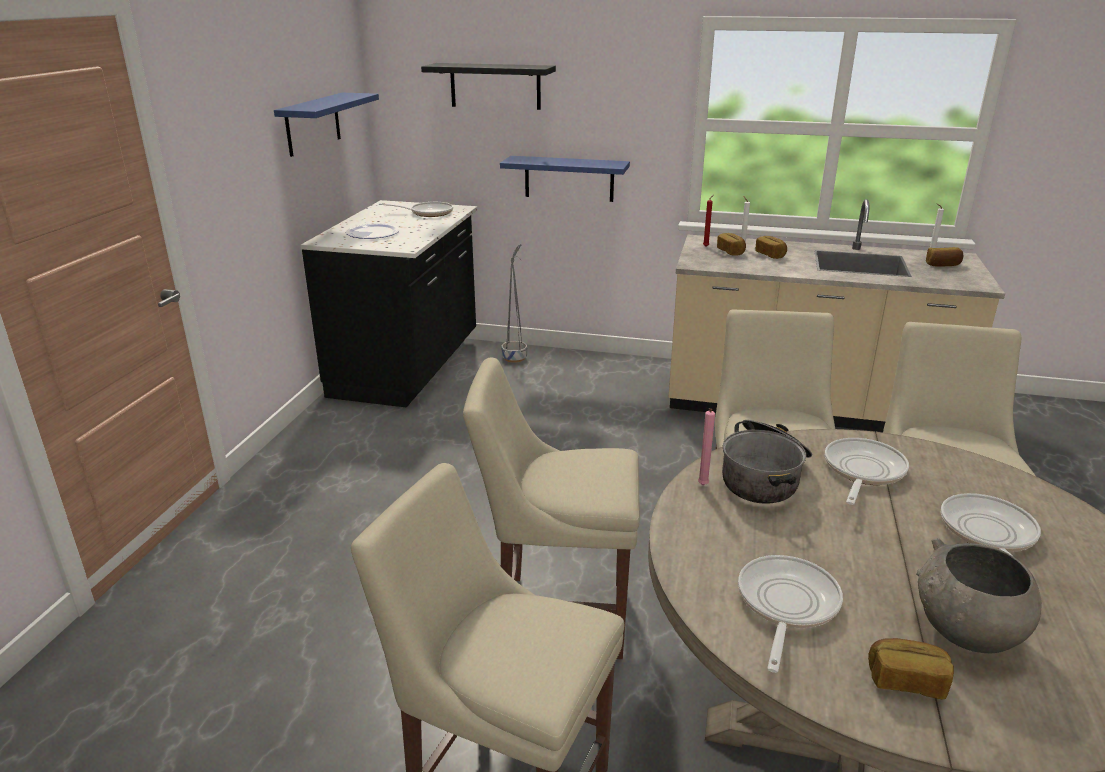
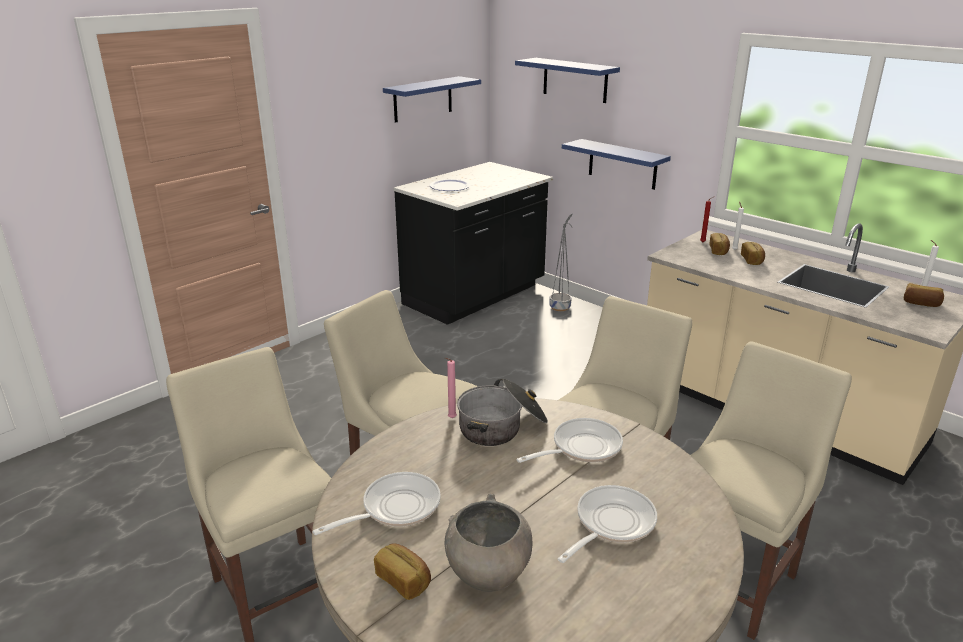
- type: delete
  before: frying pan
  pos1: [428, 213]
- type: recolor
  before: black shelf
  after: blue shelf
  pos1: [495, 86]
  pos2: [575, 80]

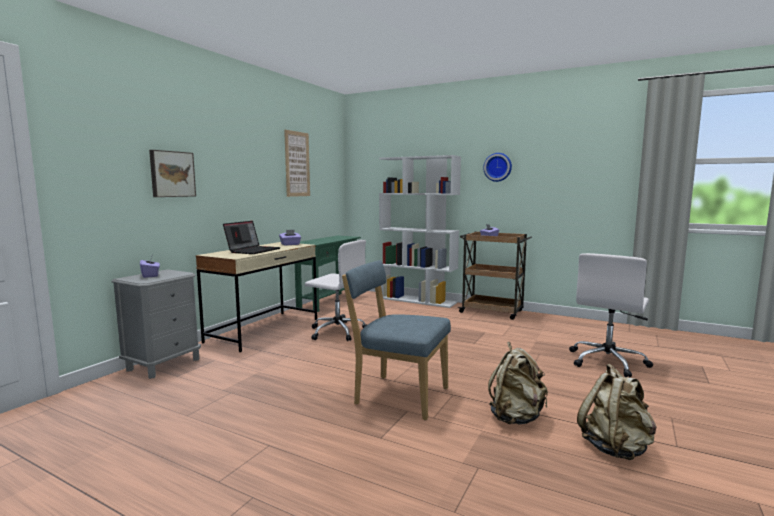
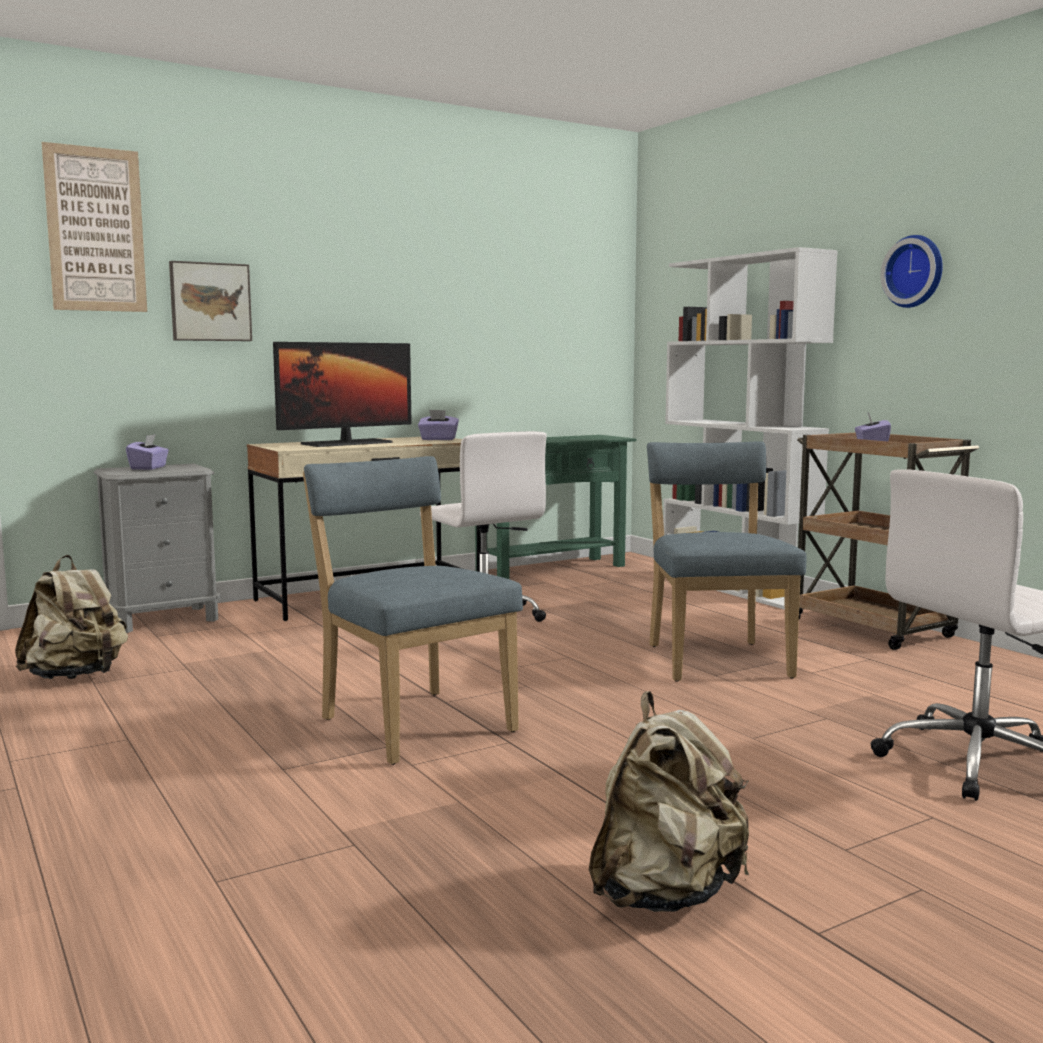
- type: insert
  after: blue chair
  pos2: [716, 659]
- type: move
  before: picture
  pos1: [297, 164]
  pos2: [96, 230]
- type: move
  before: beige backpack
  pos1: [516, 417]
  pos2: [76, 676]
- type: replace
  before: laptop
  after: monitor
  pos1: [253, 250]
  pos2: [347, 443]

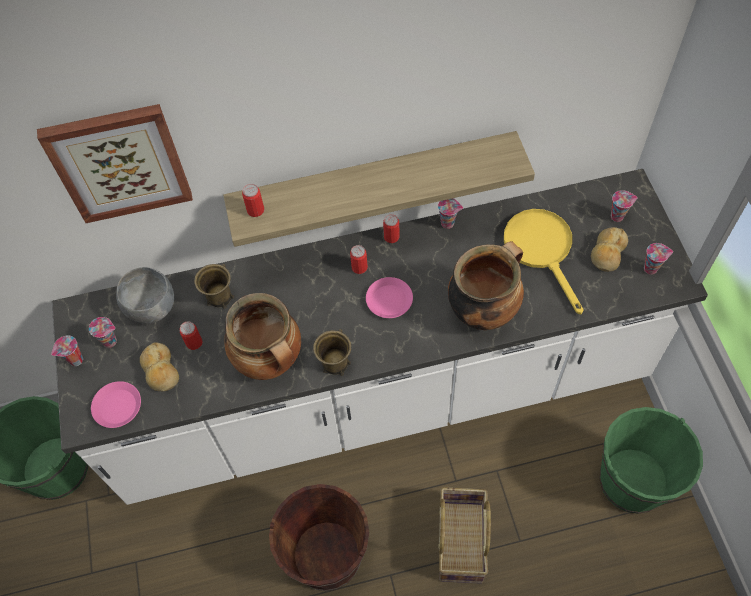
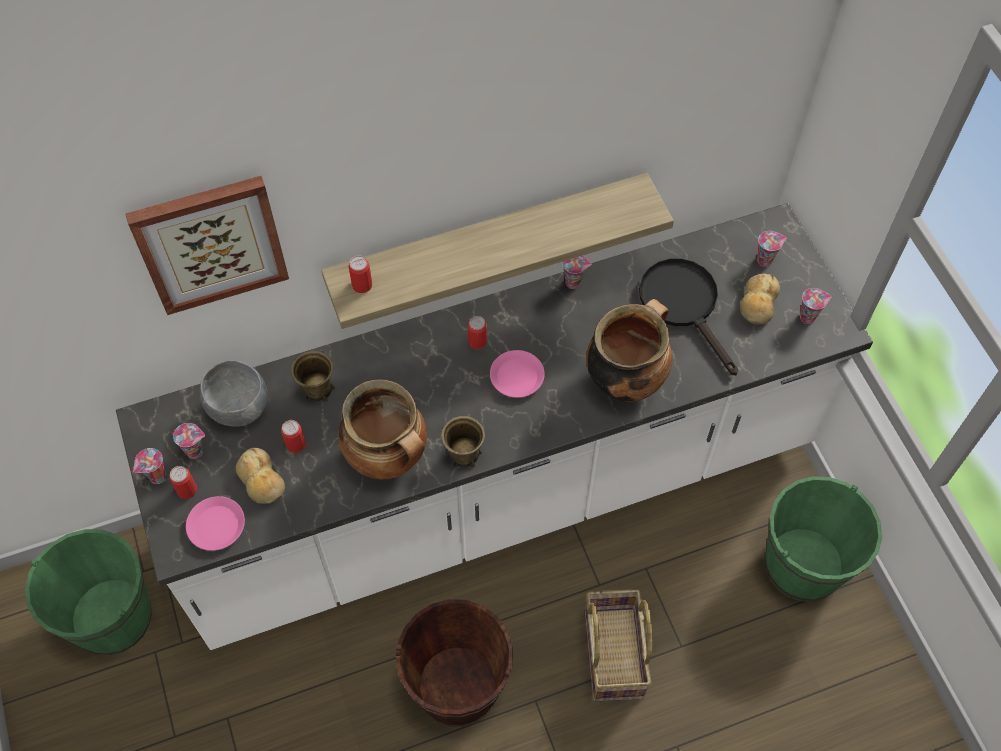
- type: move
  before: can
  pos1: [391, 237]
  pos2: [187, 490]
- type: recolor
  before: yellow frying pan
  after: black frying pan
  pos1: [542, 250]
  pos2: [684, 305]

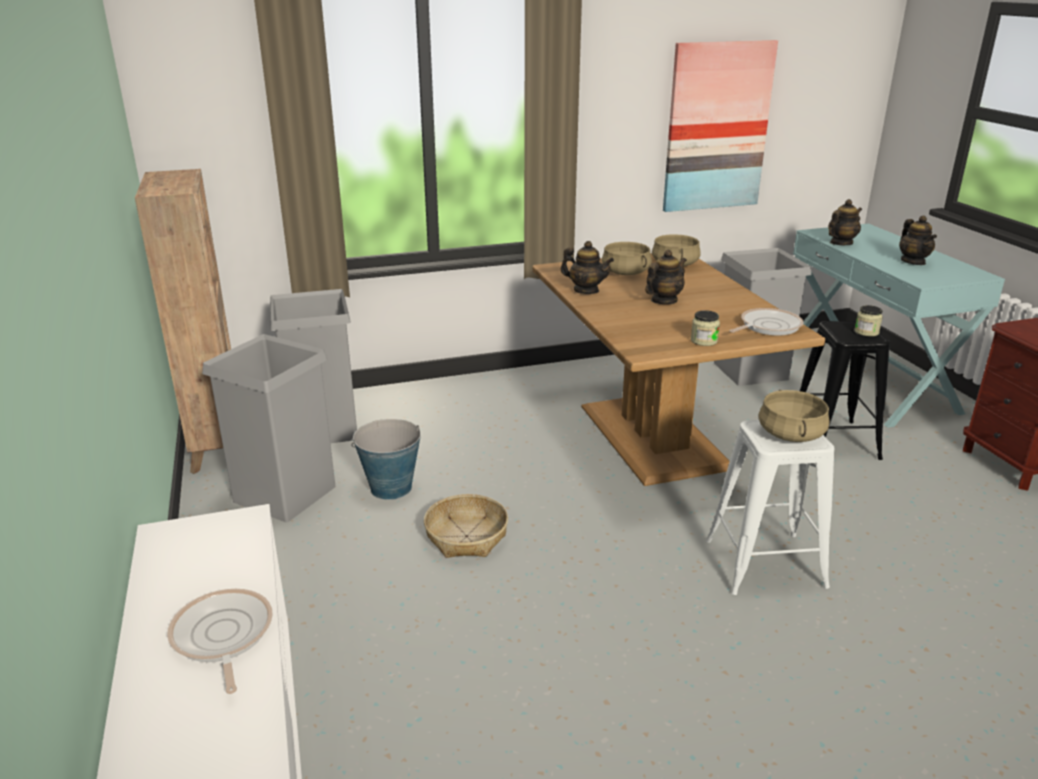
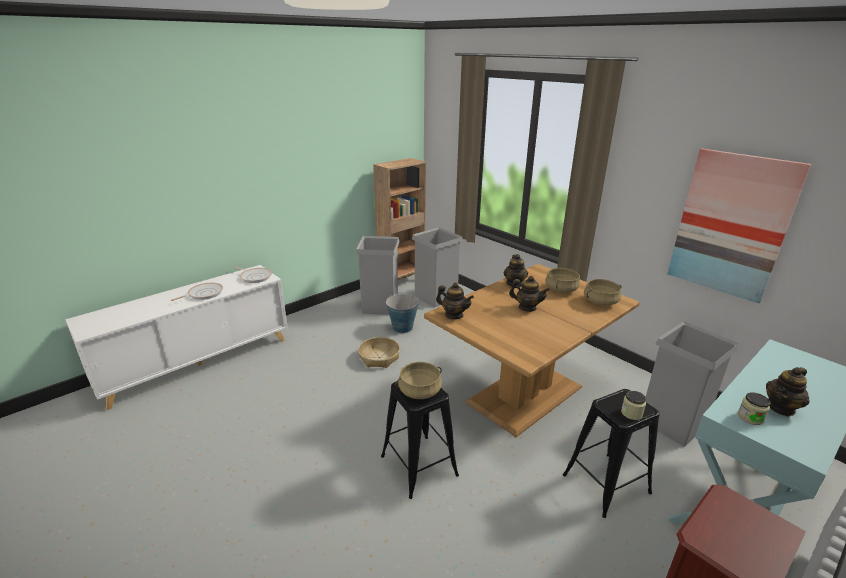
- type: move
  before: jar
  pos1: [704, 341]
  pos2: [750, 417]
- type: move
  before: frying pan
  pos1: [767, 327]
  pos2: [255, 277]
- type: move
  before: teapot
  pos1: [840, 243]
  pos2: [454, 315]
- type: recolor
  before: white stool
  after: black stool
  pos1: [765, 563]
  pos2: [419, 465]

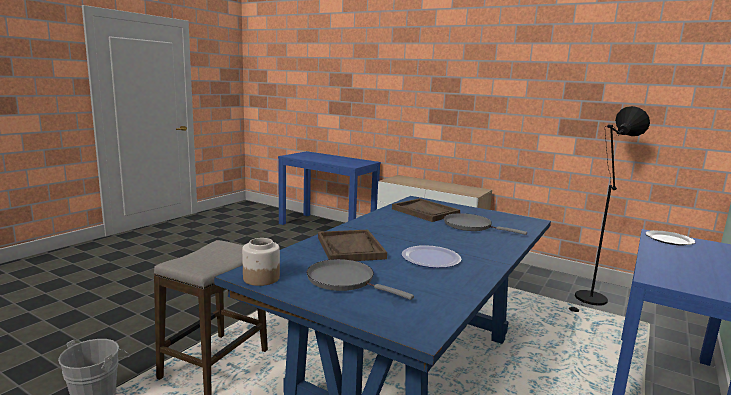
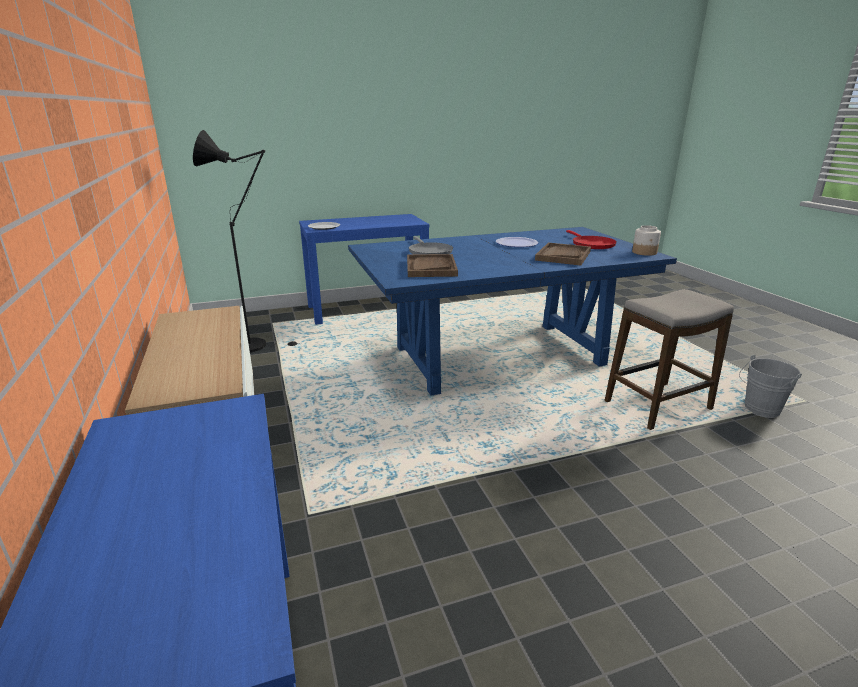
- type: recolor
  before: grey frying pan
  after: red frying pan
  pos1: [344, 280]
  pos2: [591, 244]

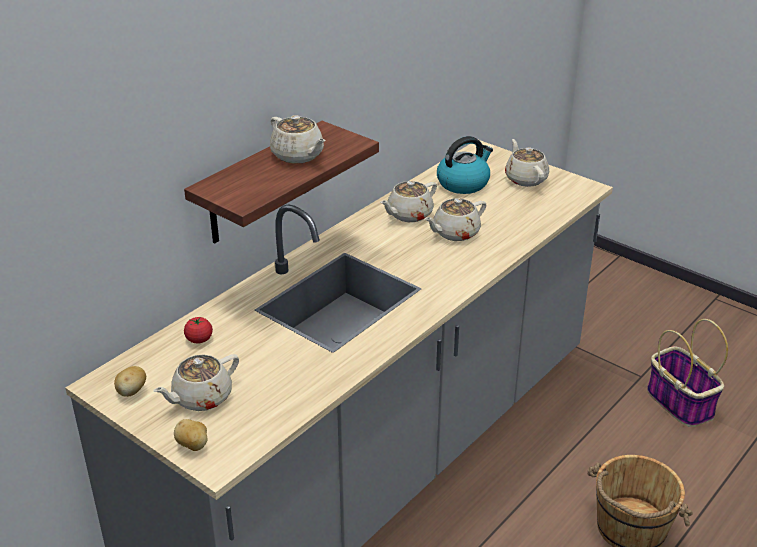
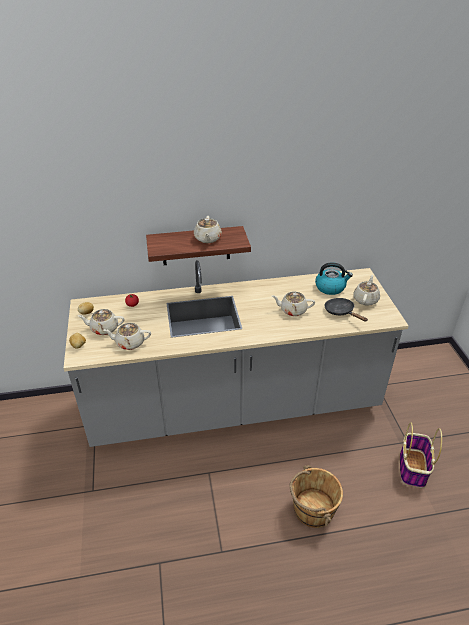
- type: insert
  after: black frying pan
  pos2: [341, 312]
- type: move
  before: beige teapot
  pos1: [408, 214]
  pos2: [129, 343]

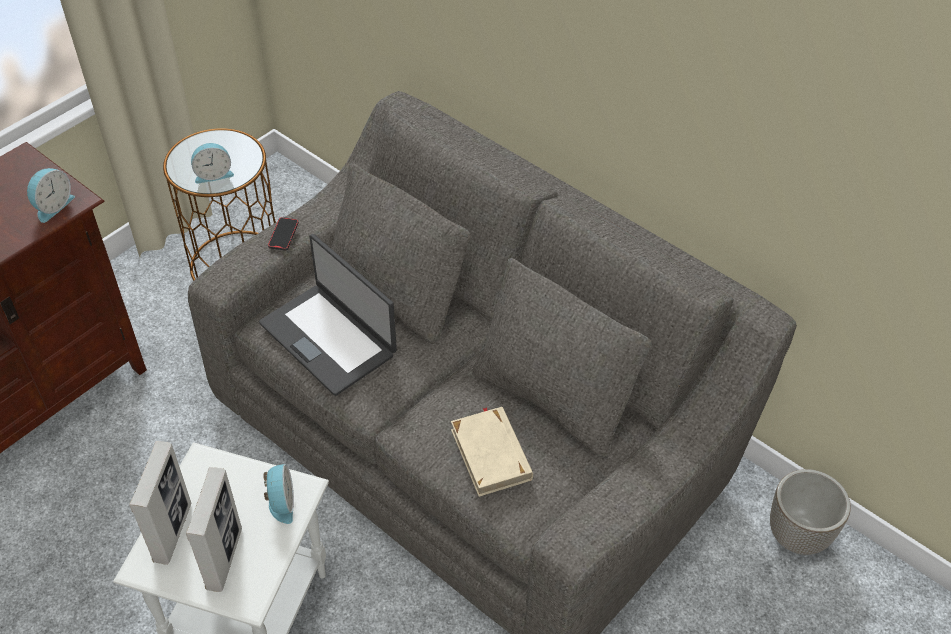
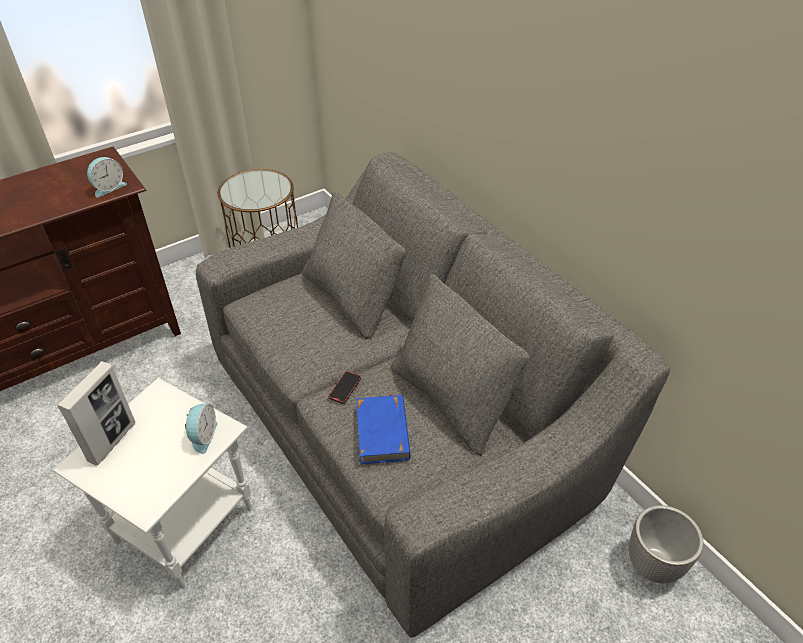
- type: delete
  before: picture frame
  pos1: [224, 558]
- type: delete
  before: alarm clock
  pos1: [213, 174]
- type: delete
  before: laptop
  pos1: [329, 338]
- type: move
  before: phone
  pos1: [283, 235]
  pos2: [345, 388]
- type: recolor
  before: beige book
  after: blue book
  pos1: [491, 454]
  pos2: [383, 432]

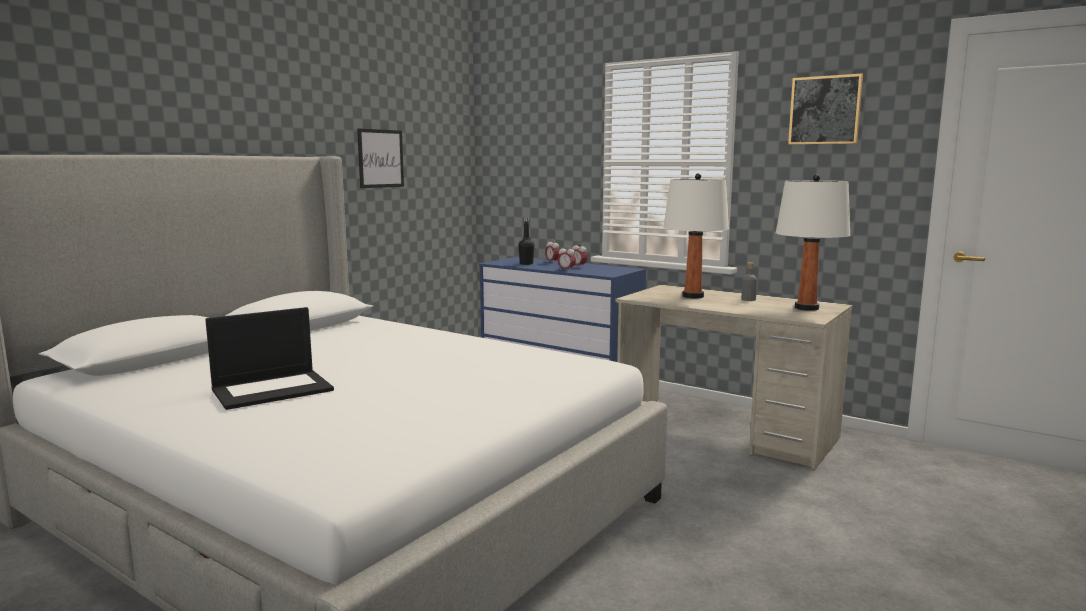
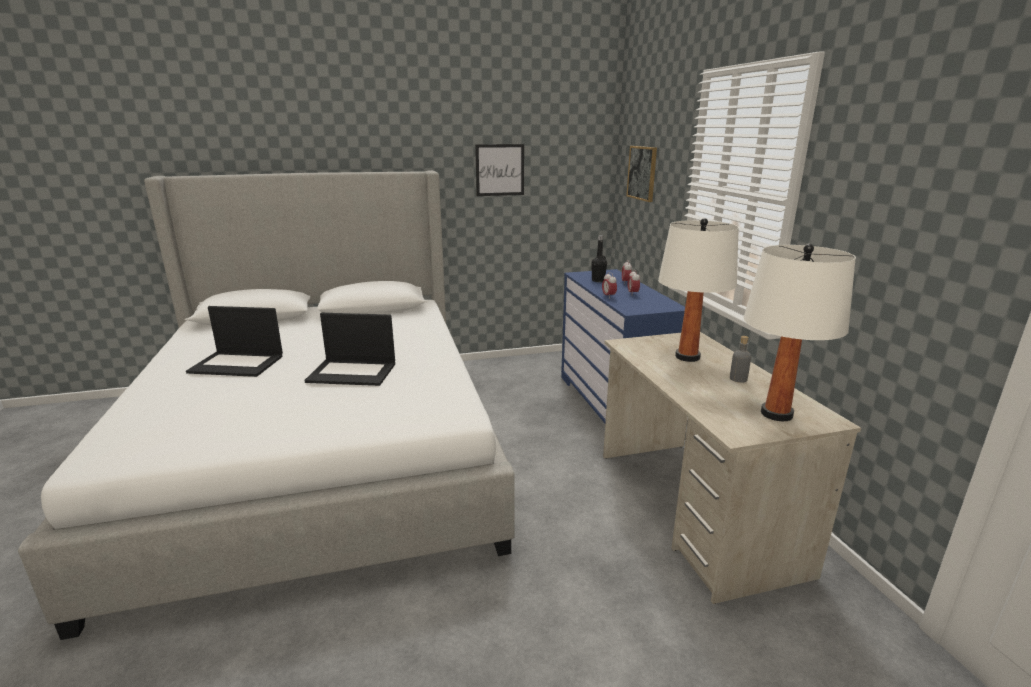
- type: insert
  after: laptop
  pos2: [353, 372]
- type: move
  before: picture
  pos1: [825, 110]
  pos2: [642, 173]

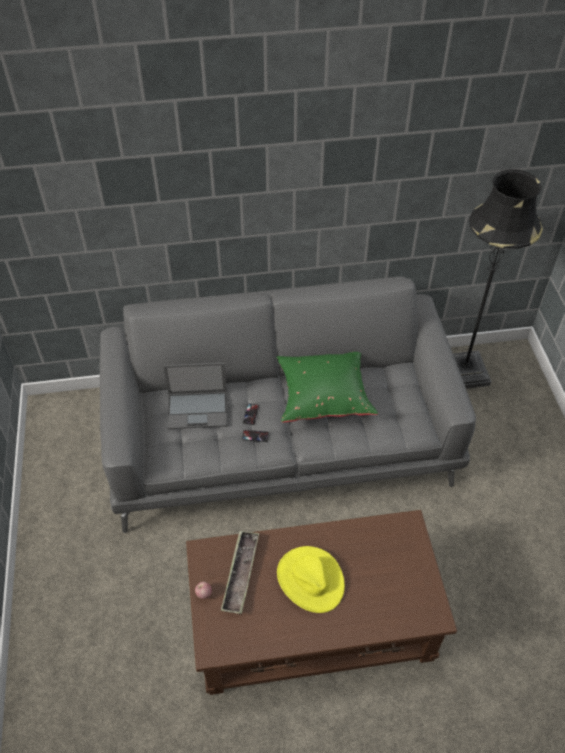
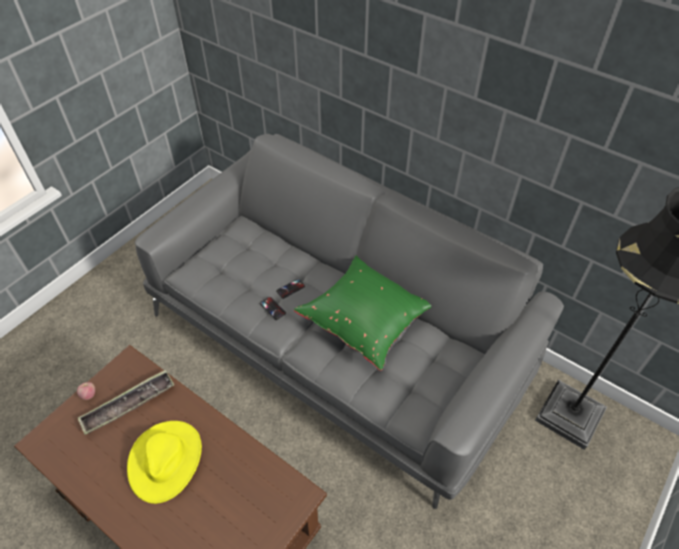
- type: delete
  before: laptop
  pos1: [198, 409]

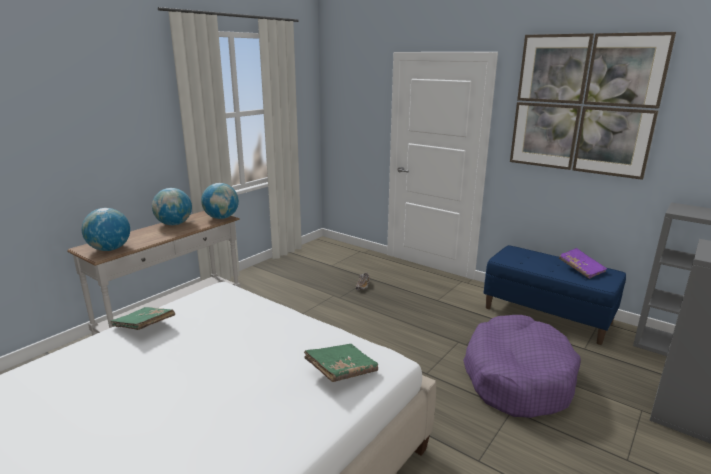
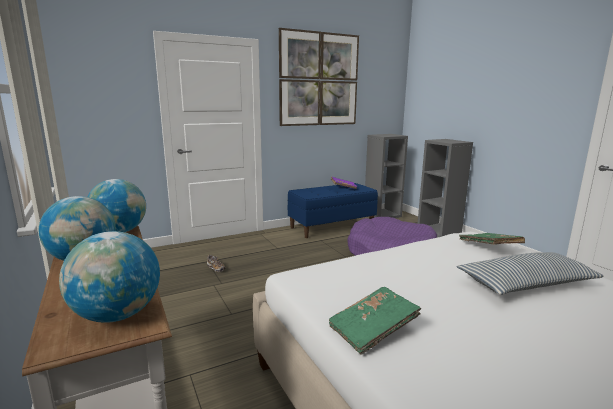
- type: insert
  after: pillow
  pos2: [525, 284]

